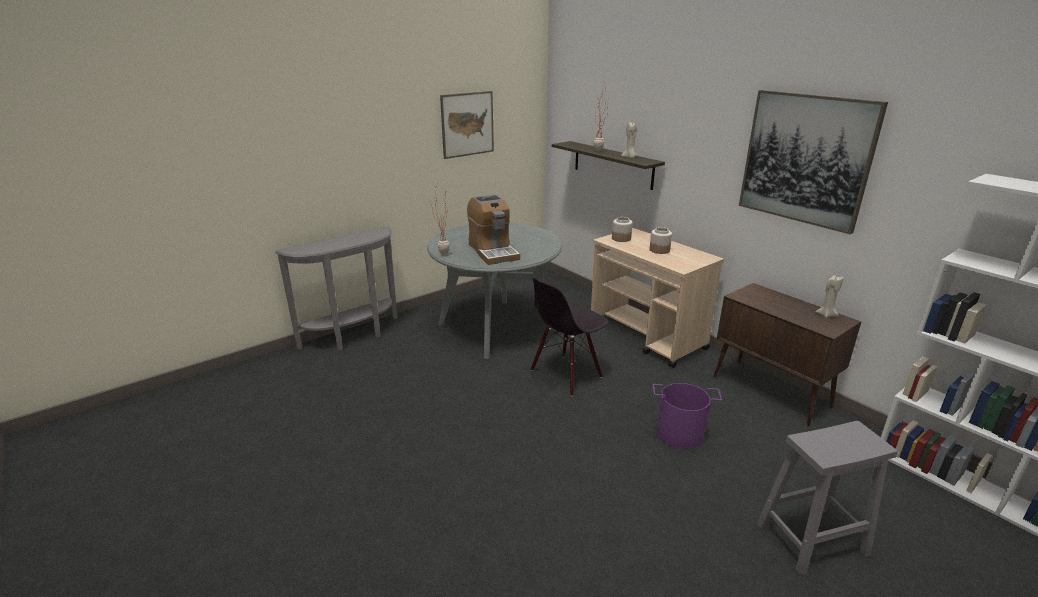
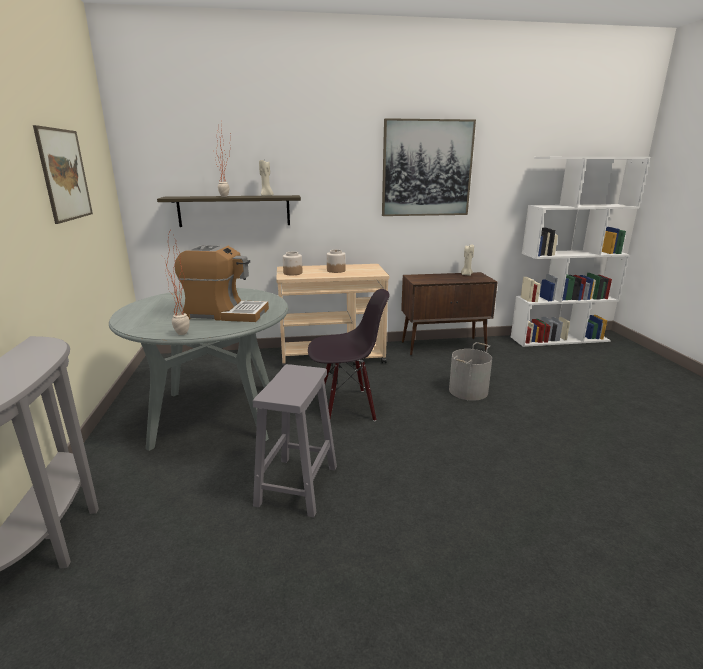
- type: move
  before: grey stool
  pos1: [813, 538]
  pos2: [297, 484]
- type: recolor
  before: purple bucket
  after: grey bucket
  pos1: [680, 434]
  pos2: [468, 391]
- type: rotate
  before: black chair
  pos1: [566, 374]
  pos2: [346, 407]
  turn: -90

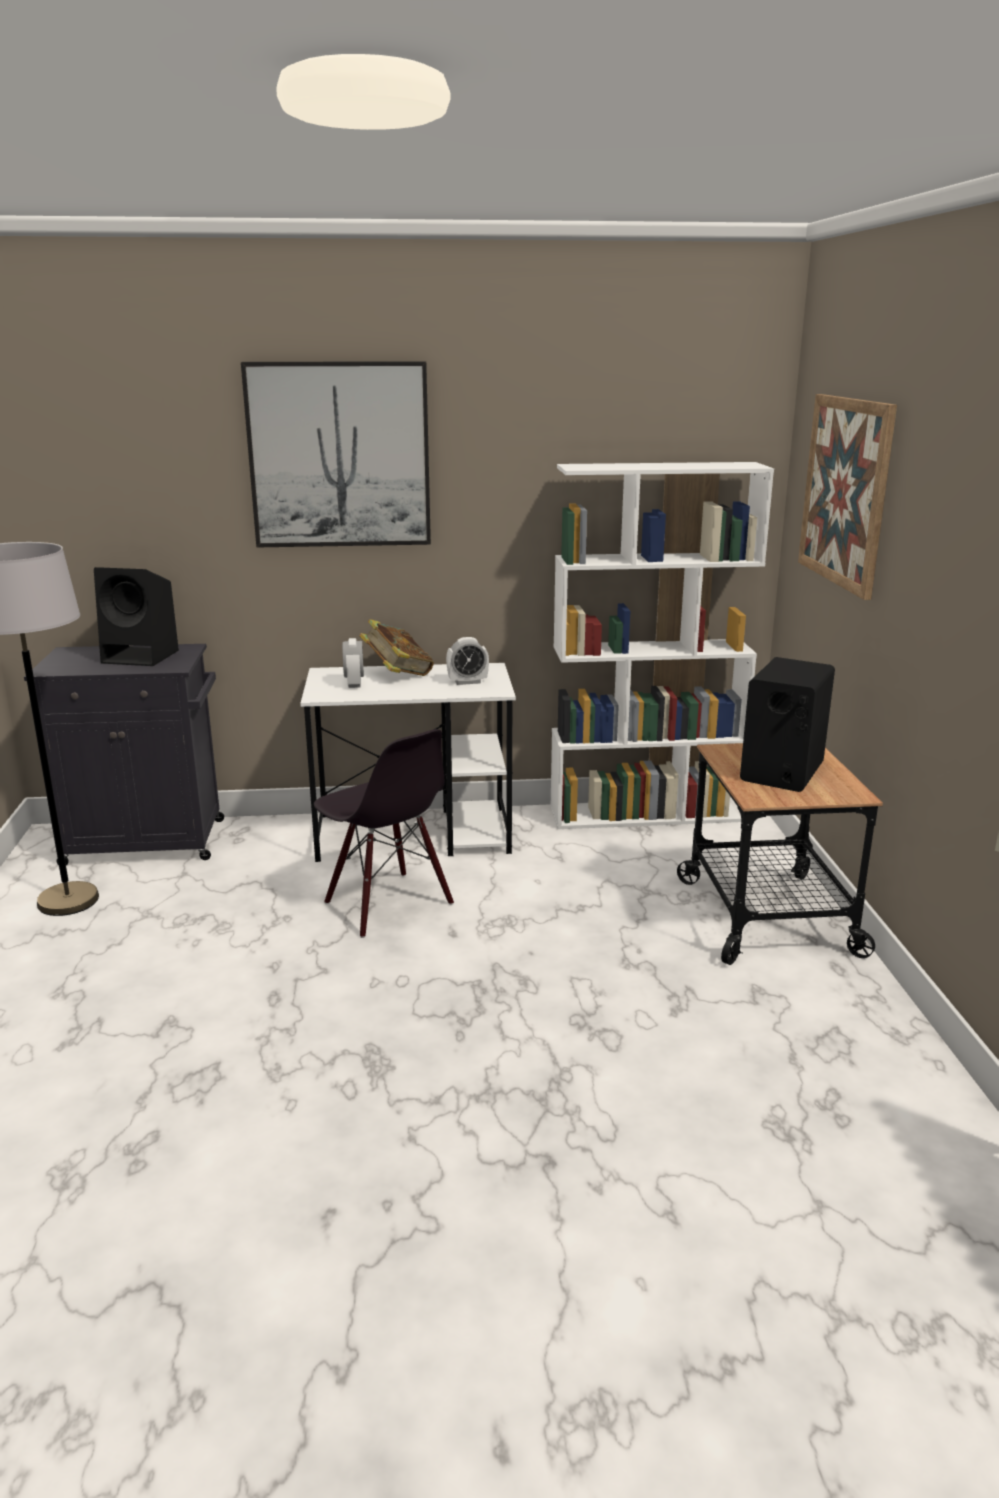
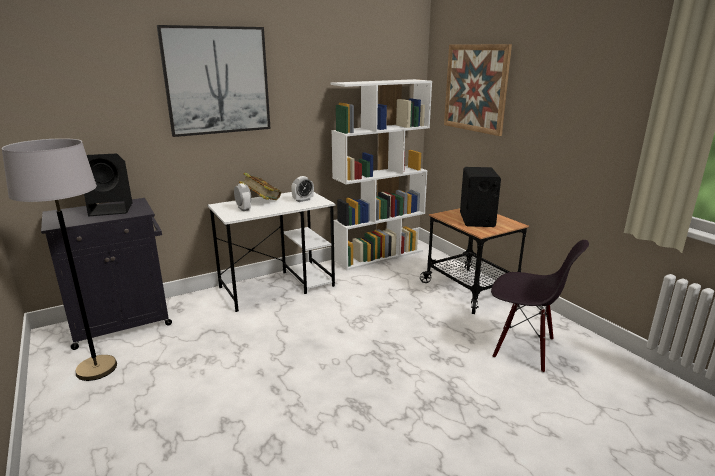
- type: move
  before: black chair
  pos1: [387, 904]
  pos2: [523, 348]

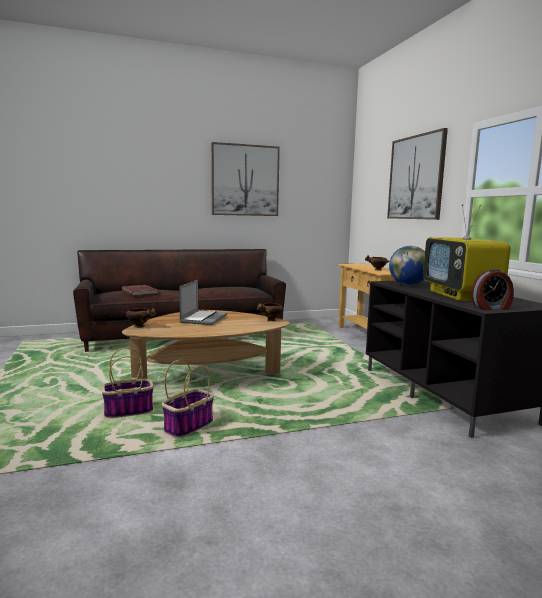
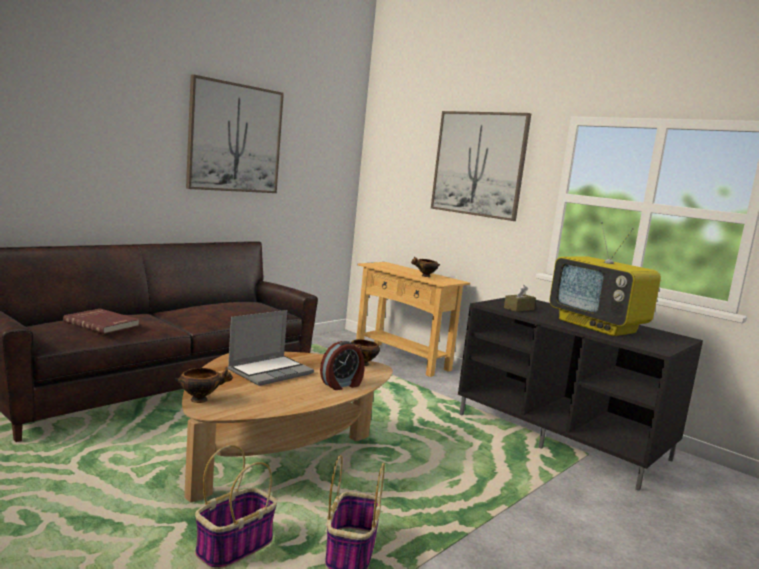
- type: move
  before: alarm clock
  pos1: [491, 308]
  pos2: [342, 385]
- type: replace
  before: globe
  after: brown tissue box
  pos1: [408, 285]
  pos2: [519, 309]
- type: rotate
  before: laptop
  pos1: [203, 319]
  pos2: [270, 371]
  turn: 60

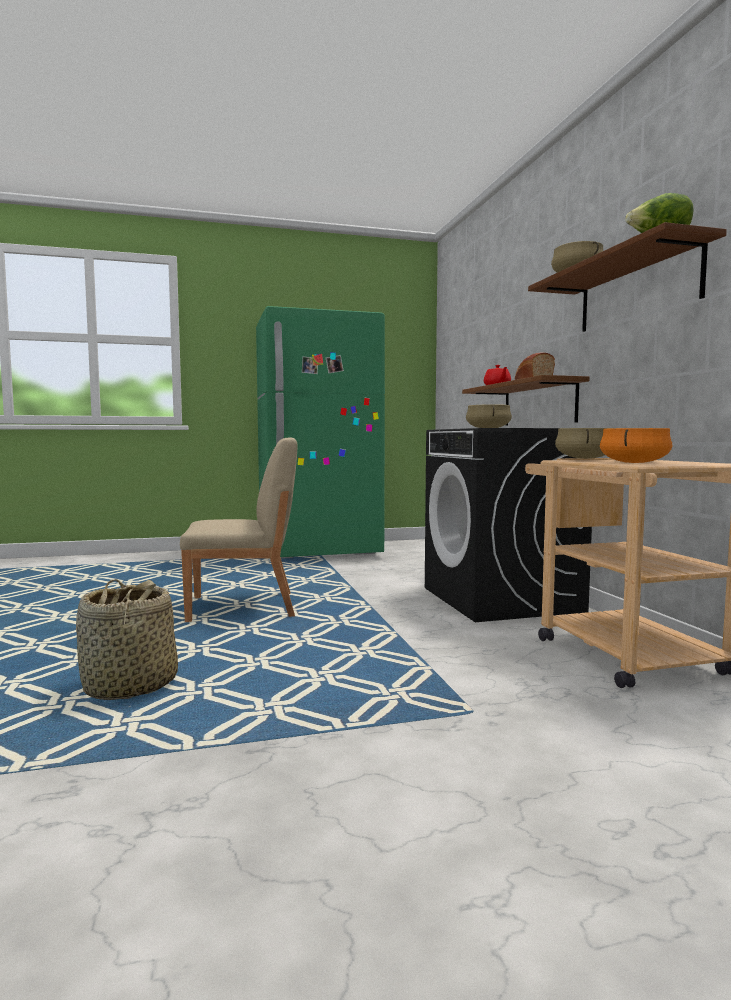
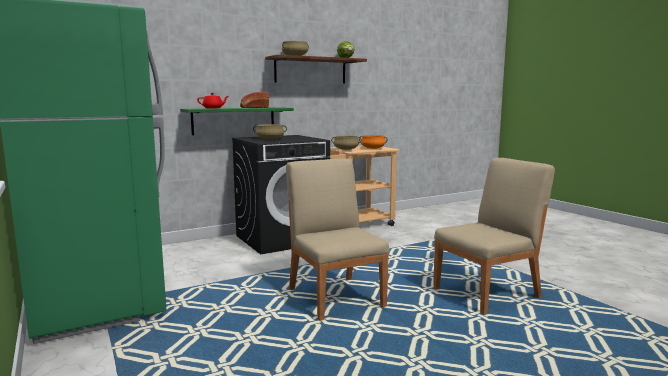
- type: replace
  before: basket
  after: beige chair
  pos1: [129, 686]
  pos2: [487, 293]
- type: recolor
  before: brown shelf
  after: green shelf
  pos1: [538, 404]
  pos2: [233, 120]

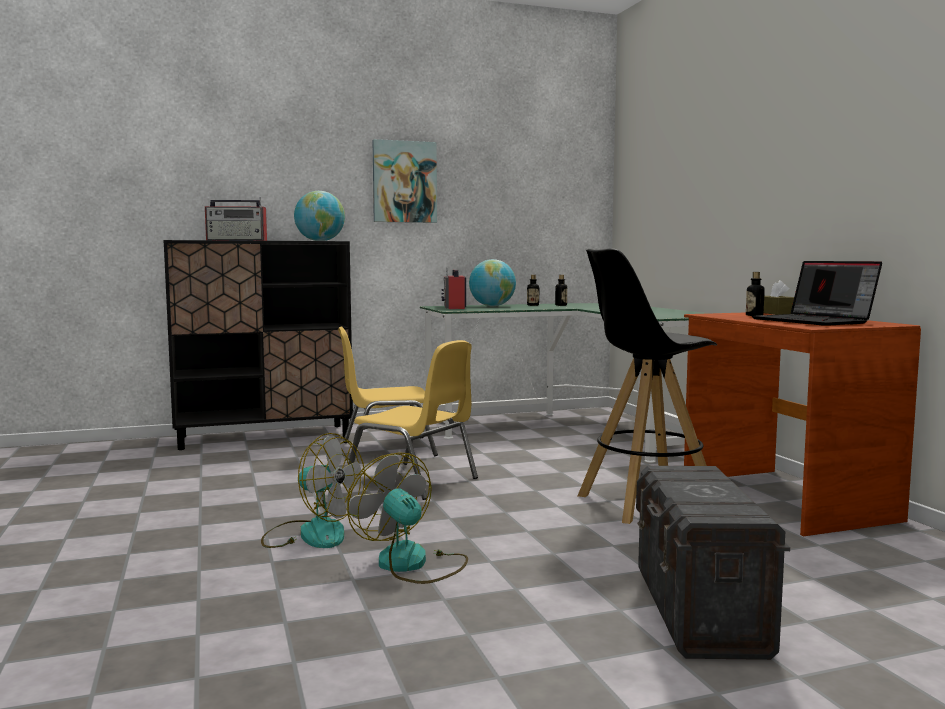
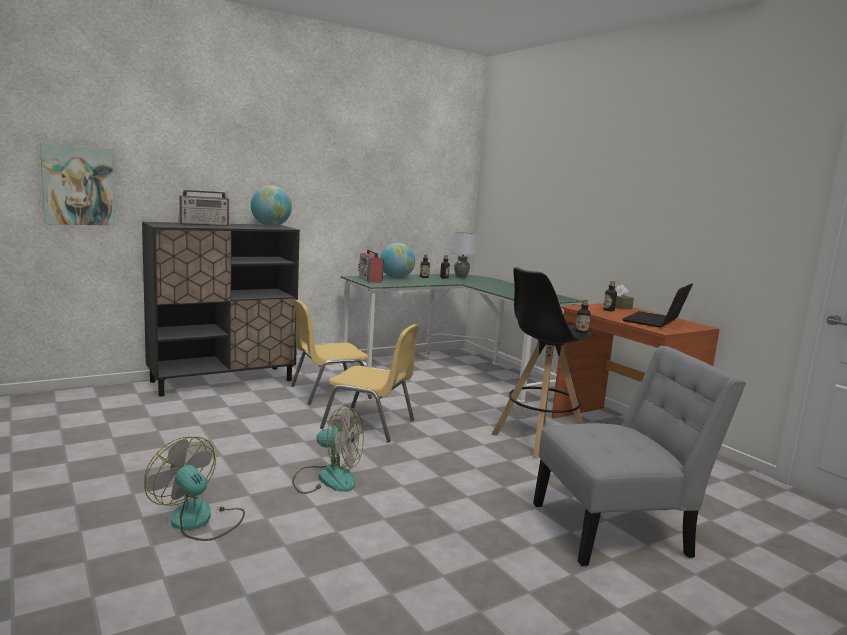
- type: insert
  after: grey table lamp
  pos2: [461, 277]
- type: insert
  after: bottle
  pos2: [581, 332]
- type: move
  before: fan
  pos1: [412, 564]
  pos2: [199, 521]
- type: move
  before: picture
  pos1: [404, 182]
  pos2: [78, 185]
- type: replace
  before: grey storage box
  after: grey chair
  pos1: [699, 611]
  pos2: [618, 529]
- type: rotate
  before: laptop
  pos1: [815, 321]
  pos2: [655, 321]
  turn: 75

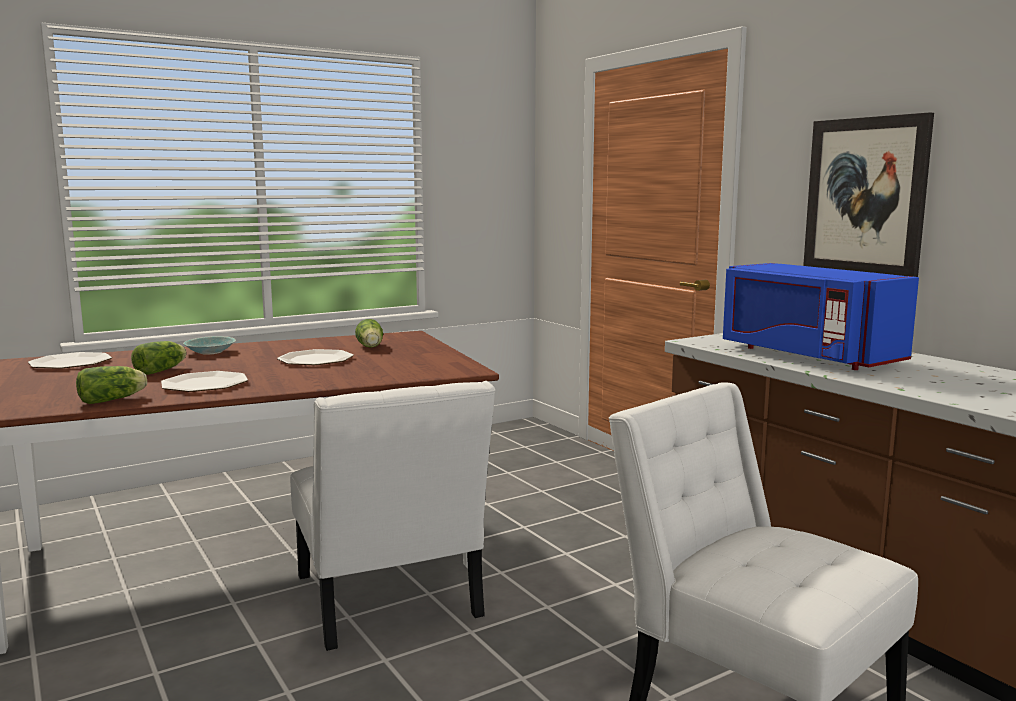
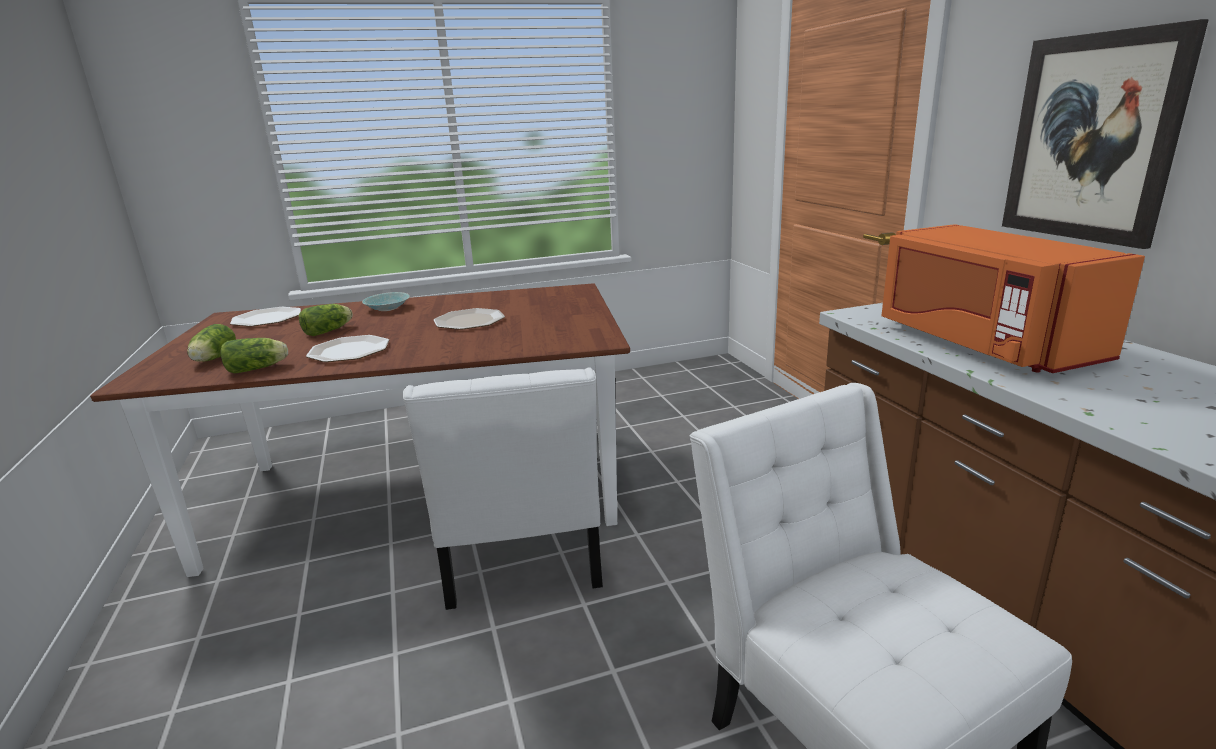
- type: move
  before: lettuce
  pos1: [370, 347]
  pos2: [213, 359]
- type: recolor
  before: blue microwave
  after: orange microwave
  pos1: [806, 355]
  pos2: [981, 343]

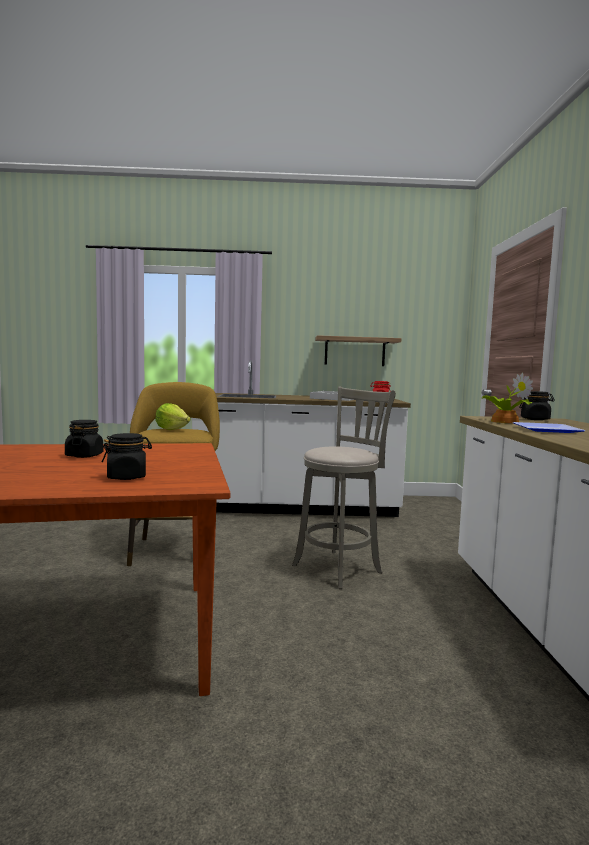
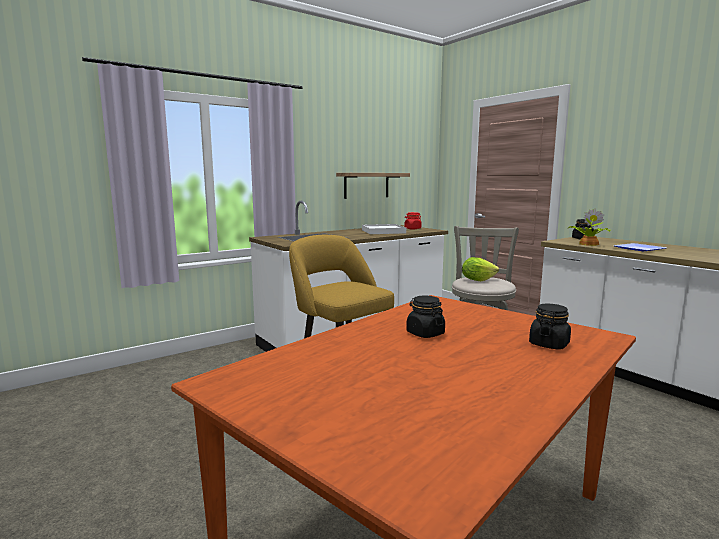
- type: move
  before: lettuce
  pos1: [172, 429]
  pos2: [477, 280]

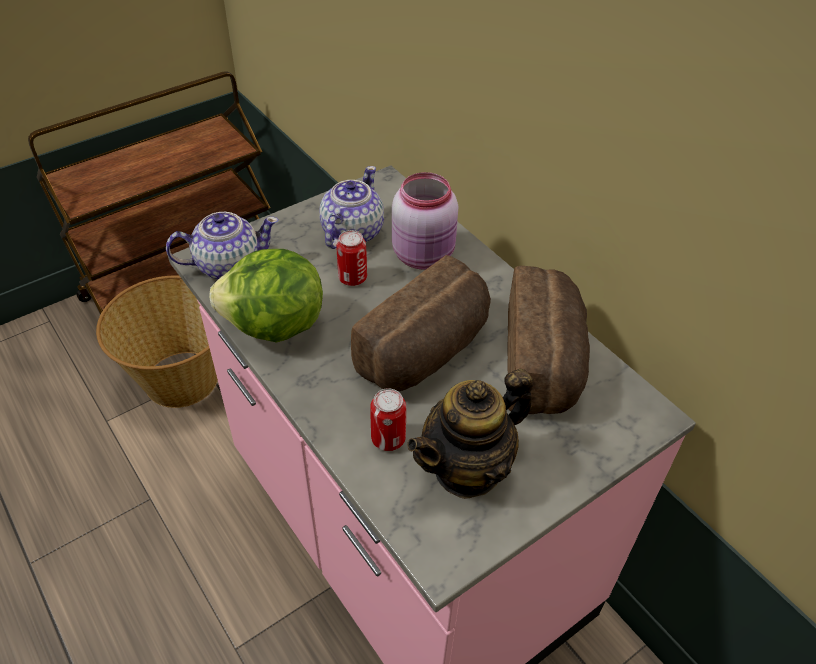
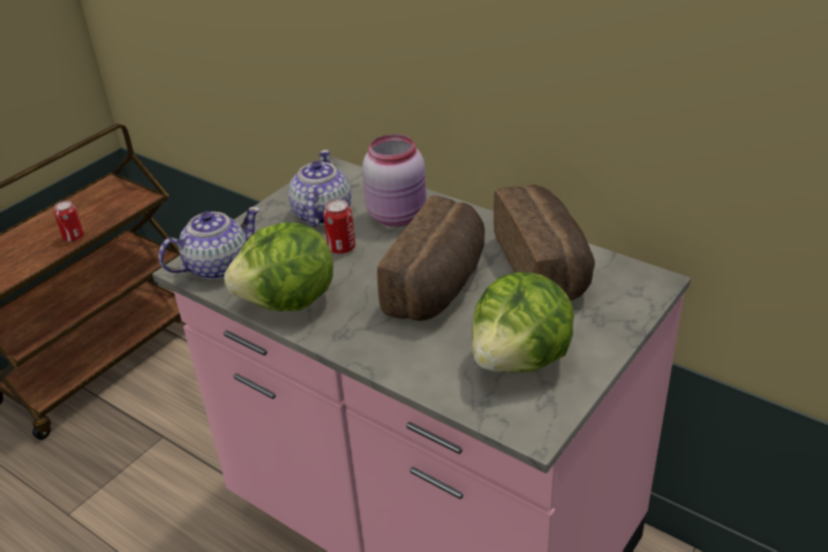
- type: delete
  before: basket
  pos1: [181, 378]
- type: move
  before: can
  pos1: [388, 438]
  pos2: [74, 237]
- type: replace
  before: teapot
  after: lettuce
  pos1: [468, 469]
  pos2: [521, 360]

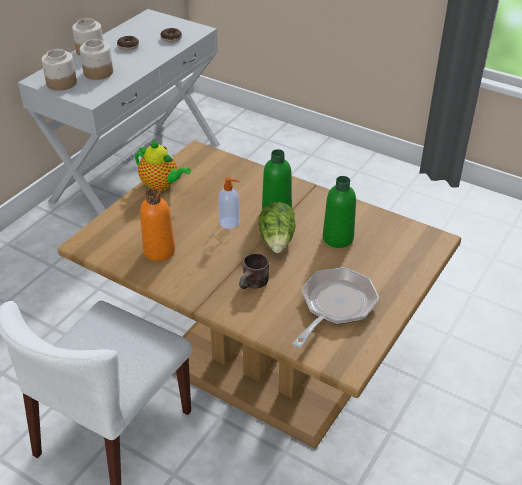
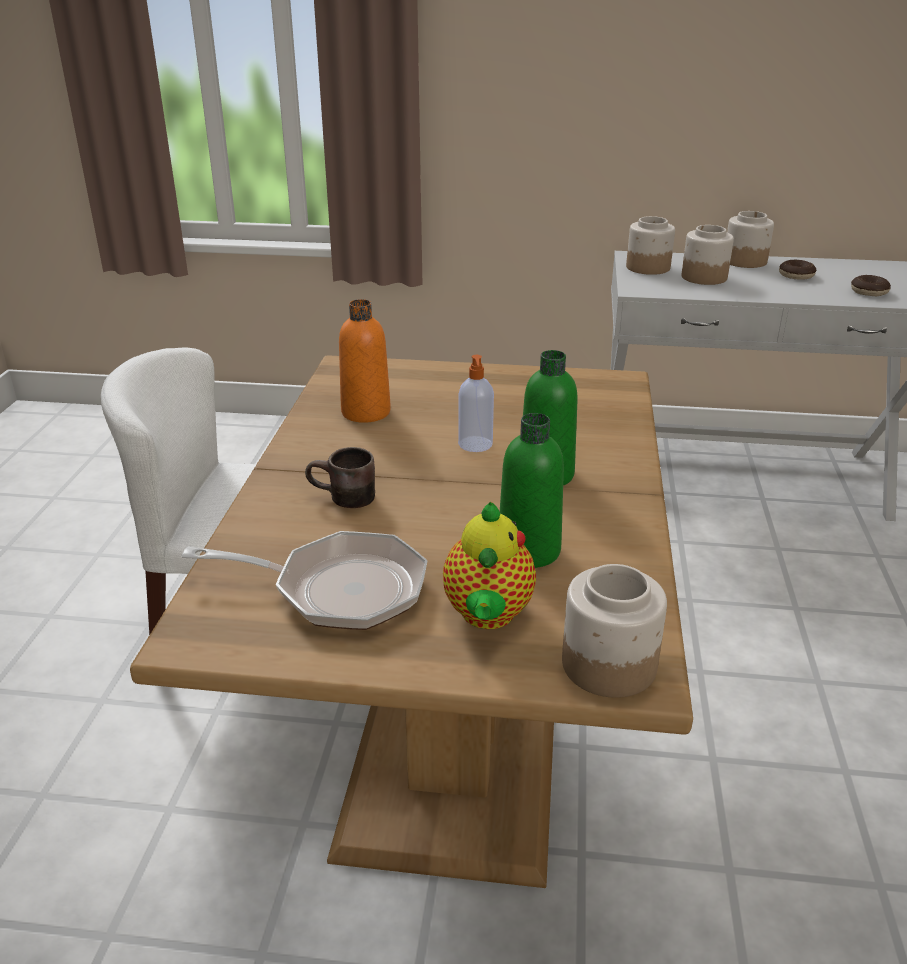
- type: delete
  before: lettuce
  pos1: [277, 240]
- type: insert
  after: jar
  pos2: [608, 665]
- type: move
  before: teapot
  pos1: [161, 186]
  pos2: [487, 616]

